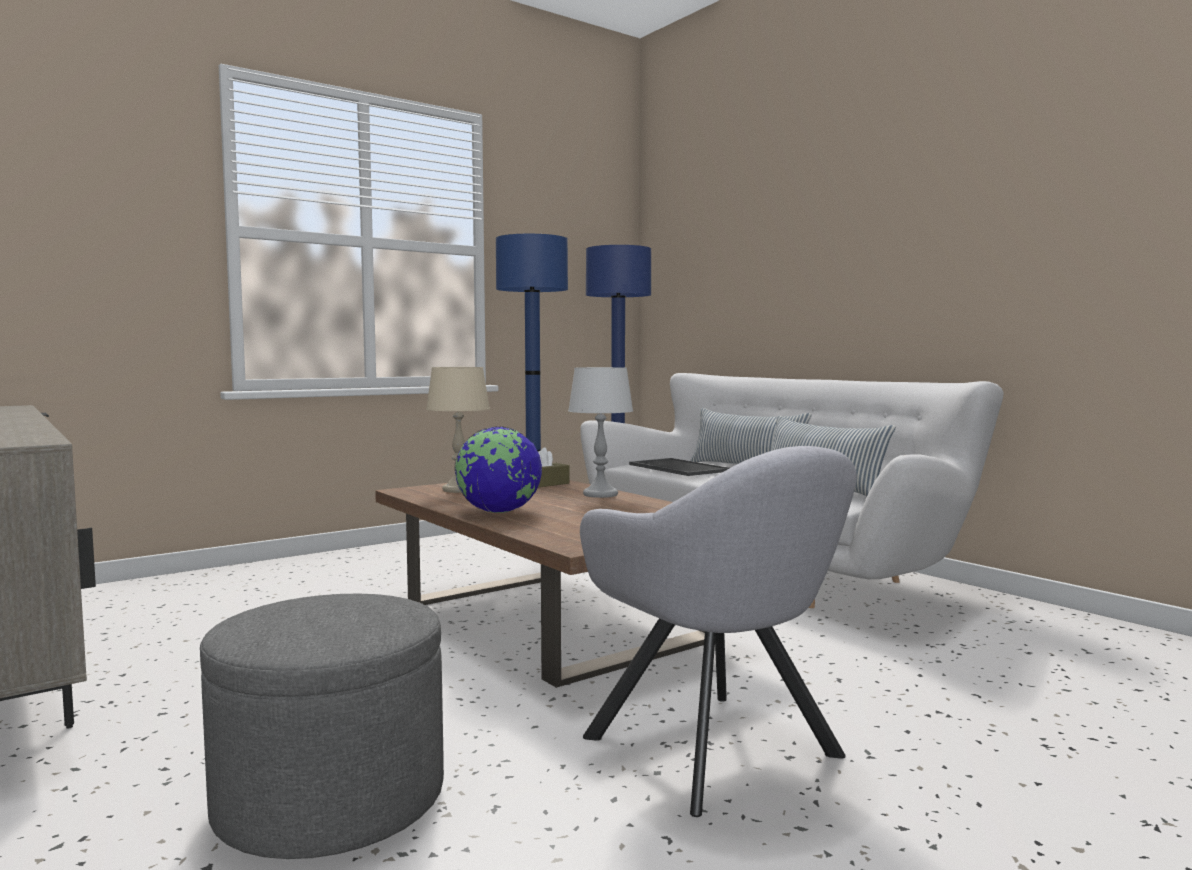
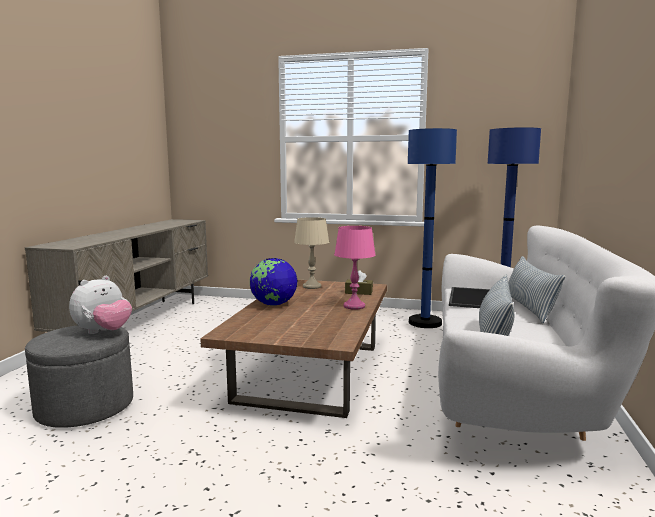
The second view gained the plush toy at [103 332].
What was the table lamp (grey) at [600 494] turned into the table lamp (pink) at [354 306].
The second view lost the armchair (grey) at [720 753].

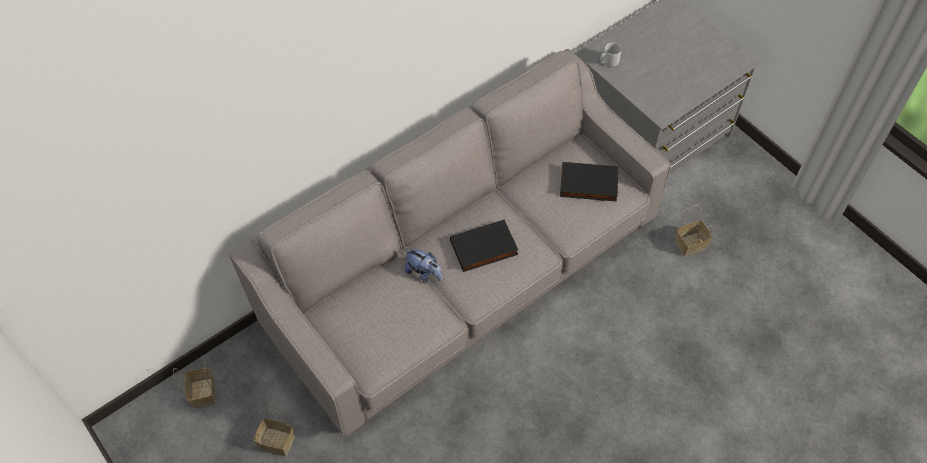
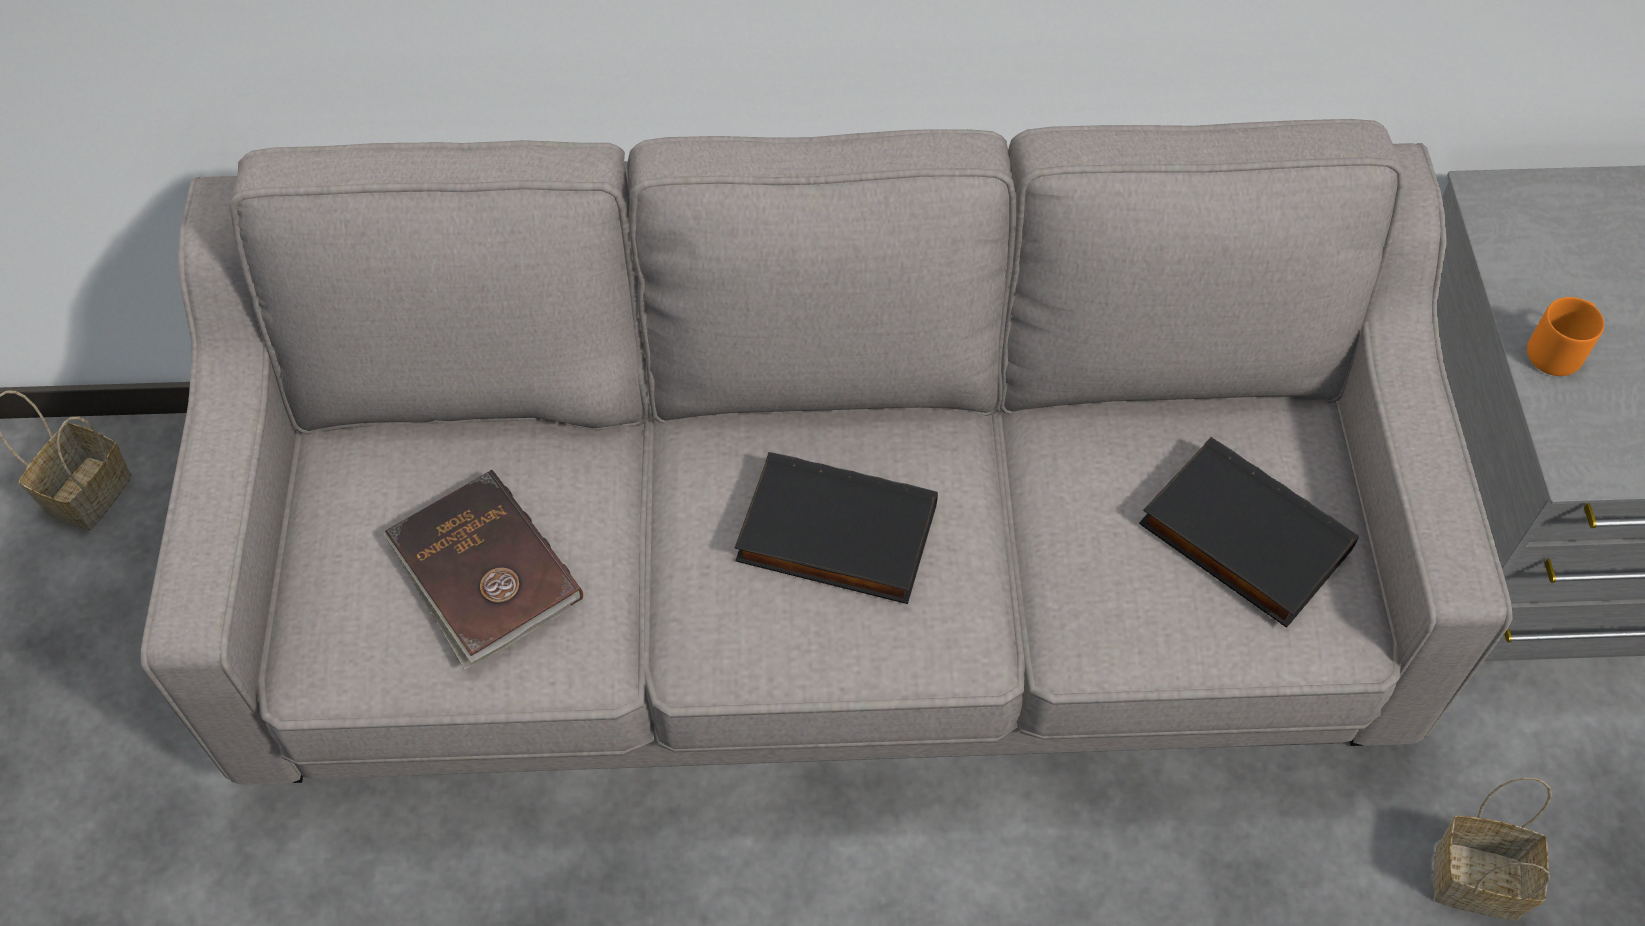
The second view gained the book (brown) at [483 573].
The second view gained the mug (orange) at [1557 350].
The second view lost the basket at [275 442].
The second view lost the plush toy at [424 273].
The second view lost the mug (grey) at [608 61].

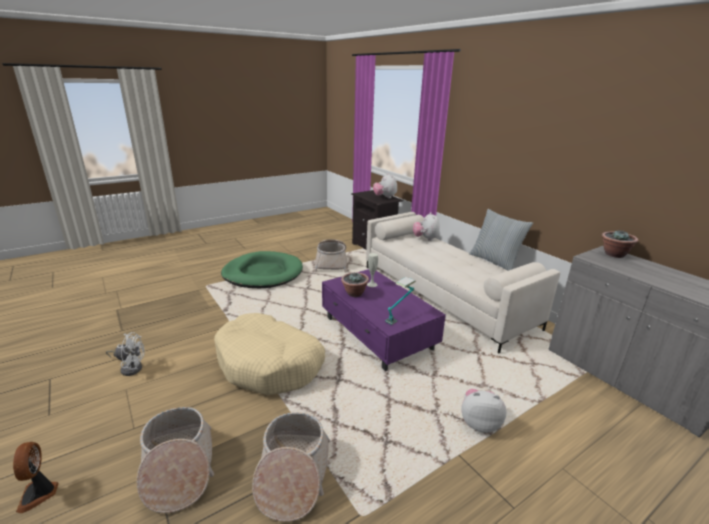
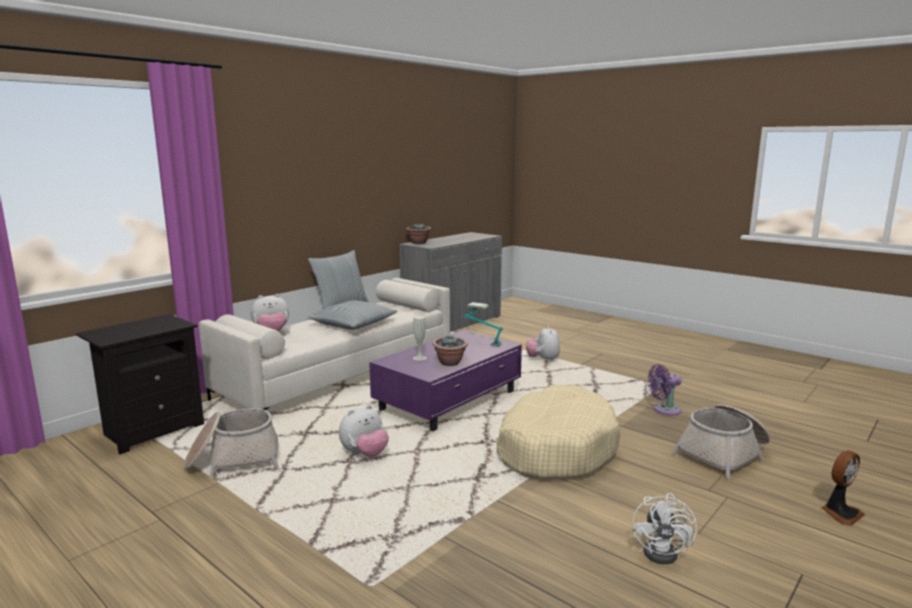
The second view gained the pillow at [353 324].
The plush toy ended up elsewhere, having gone from [385 197] to [365 454].
The fan (white) at [130 367] ended up facing another way, 150 degrees counterclockwise from before.
Where the basket stood at [292 475], the fan (purple) came to stand at [664 410].
The second view lost the dog bed (green) at [263 273].

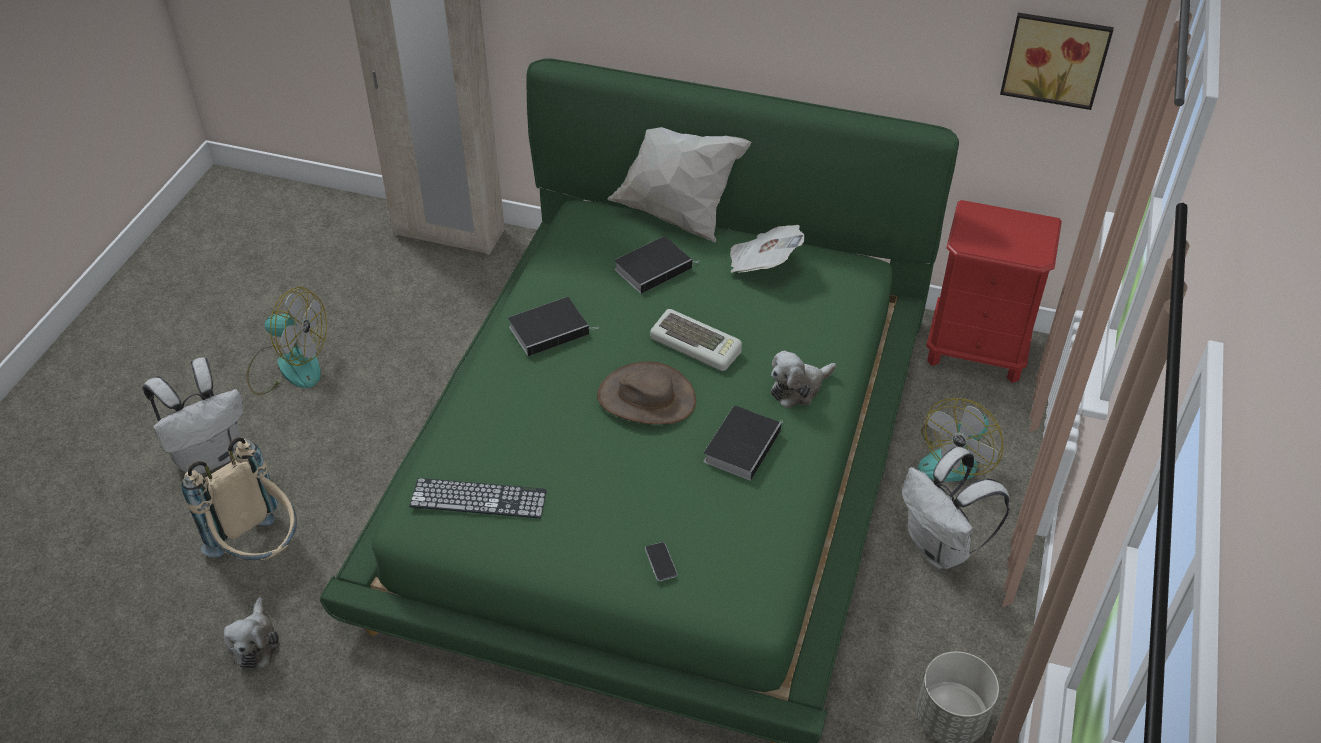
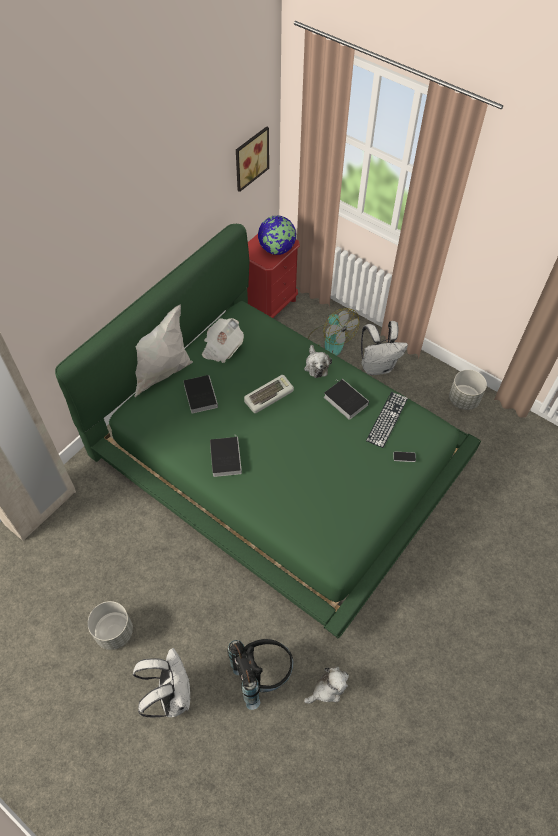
Where the fan stood at [288 366], the planter (grey) came to stand at [114 632].
What was the backpack (beige) at [261 550] turned into the backpack (black) at [262 675].
The second view gained the globe at [277 249].
The plush toy at [255 642] ended up facing another way, 45 degrees counterclockwise from before.
The keyboard ended up elsewhere, having gone from [478 498] to [387 419].
The second view lost the hat (brown) at [646 398].

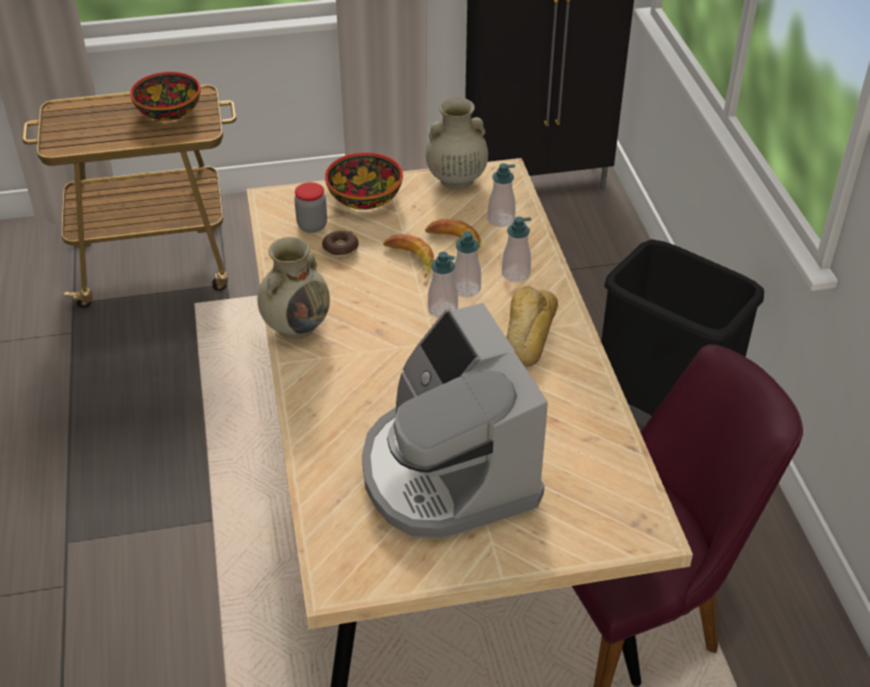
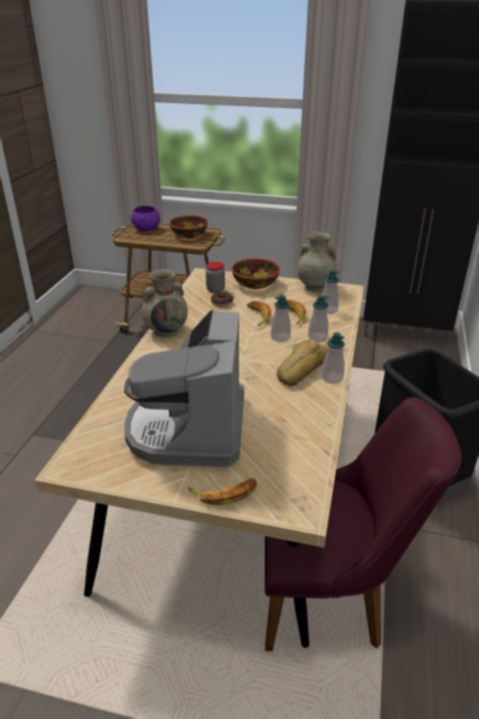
The second view gained the bowl (purple) at [146 229].
The second view gained the banana at [225 493].
The soap dispenser ended up elsewhere, having gone from [442 309] to [332 378].

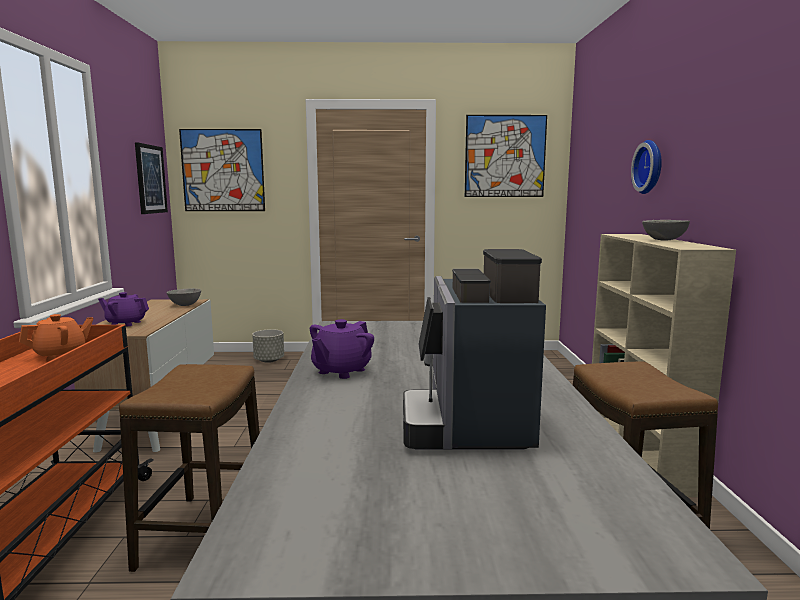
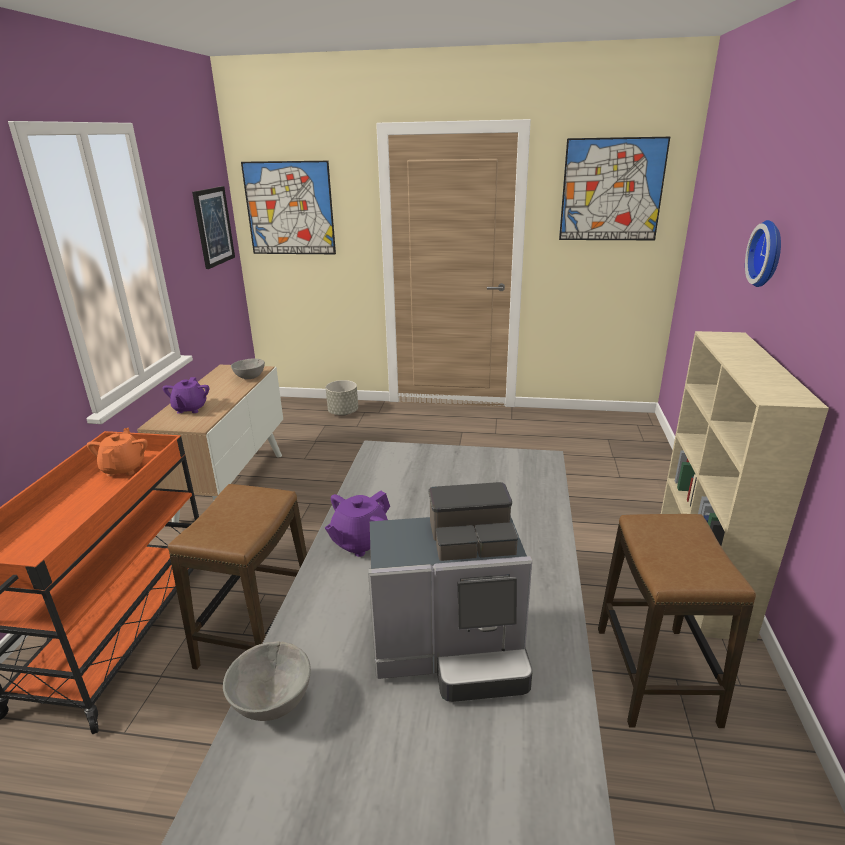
The teapot (orange) at [60 354] ended up facing another way, 60 degrees counterclockwise from before.
The teapot (purple) at [125 323] ended up facing another way, 105 degrees counterclockwise from before.
The bowl (grey) ended up elsewhere, having gone from [663 240] to [271 702].
The coffee machine at [469 423] ended up facing another way, 105 degrees counterclockwise from before.

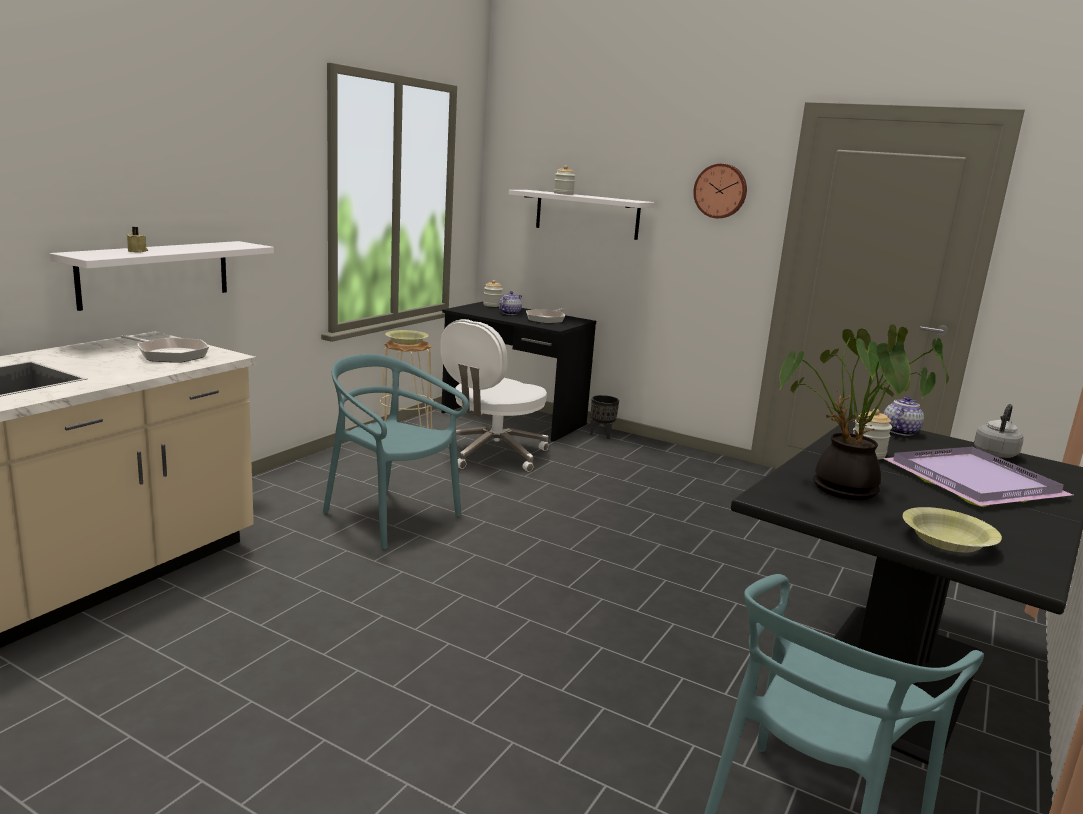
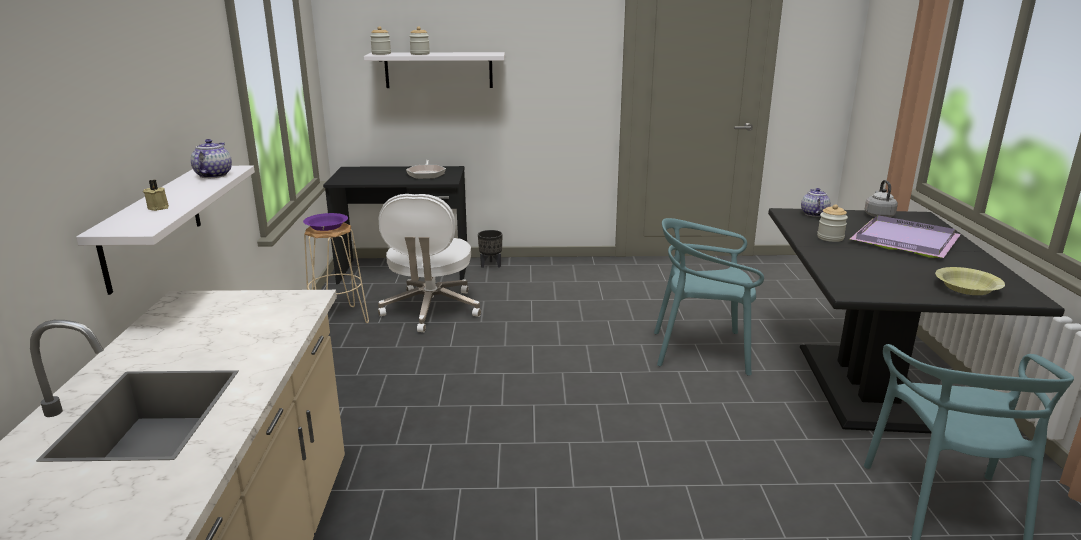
The teapot ended up elsewhere, having gone from [509 313] to [213 175].
What was the bowl (yellow) at [406 342] turned into the bowl (purple) at [326 227].
The jar ended up elsewhere, having gone from [492 305] to [381 54].
The chair (turquoise) ended up elsewhere, having gone from [390 517] to [701 351].
The second view lost the frying pan at [169 354].
The second view lost the wall clock at [720 191].
The second view lost the potted plant at [840 490].

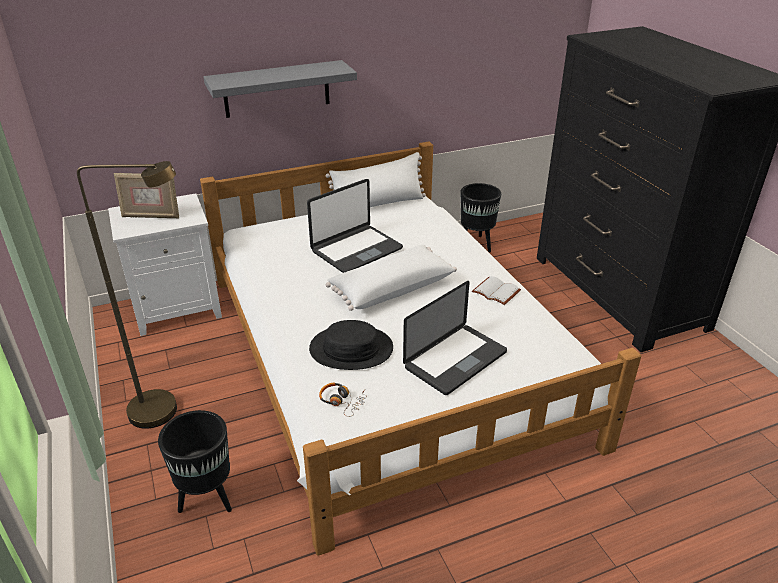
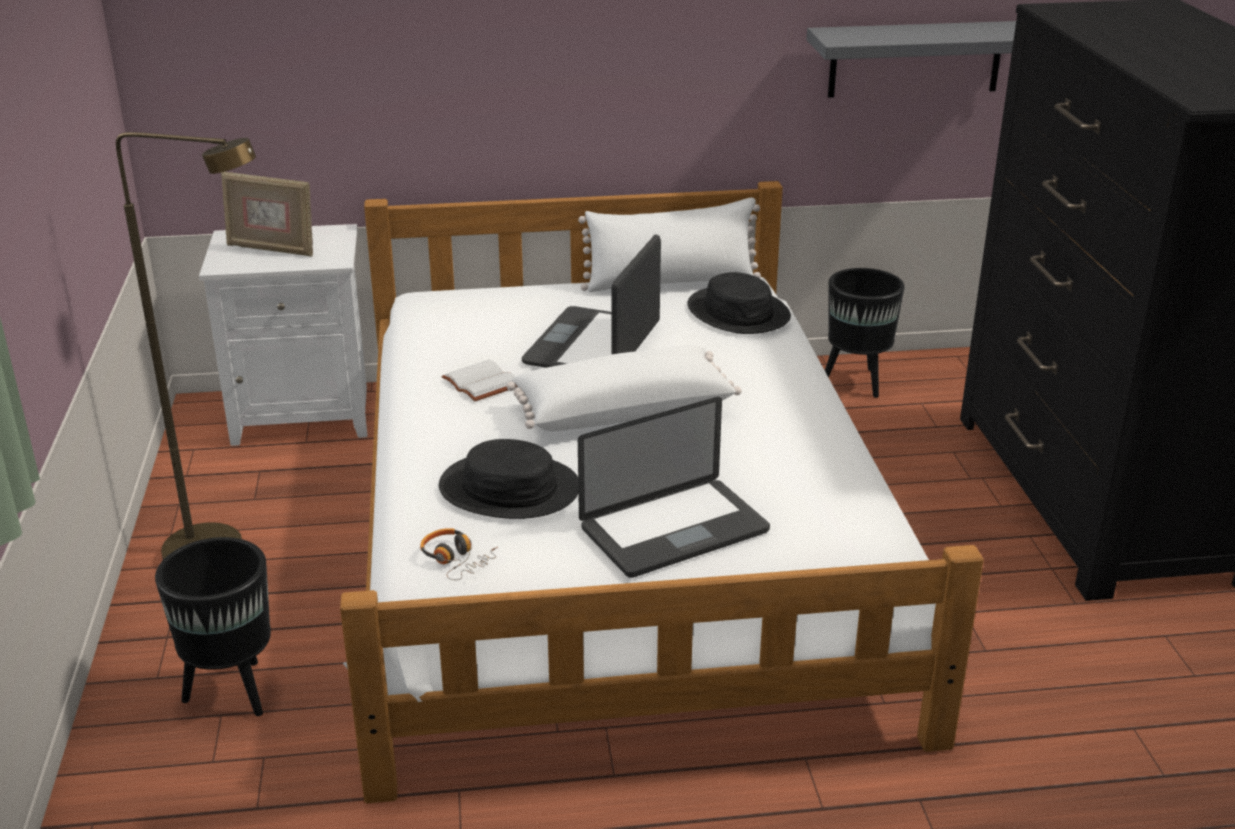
The book (white) ended up elsewhere, having gone from [495 292] to [479 383].
The laptop at [356 249] ended up facing another way, 135 degrees clockwise from before.
The second view gained the hat (black) at [738 312].
The shelf (grey) ended up elsewhere, having gone from [276 89] to [915 59].

